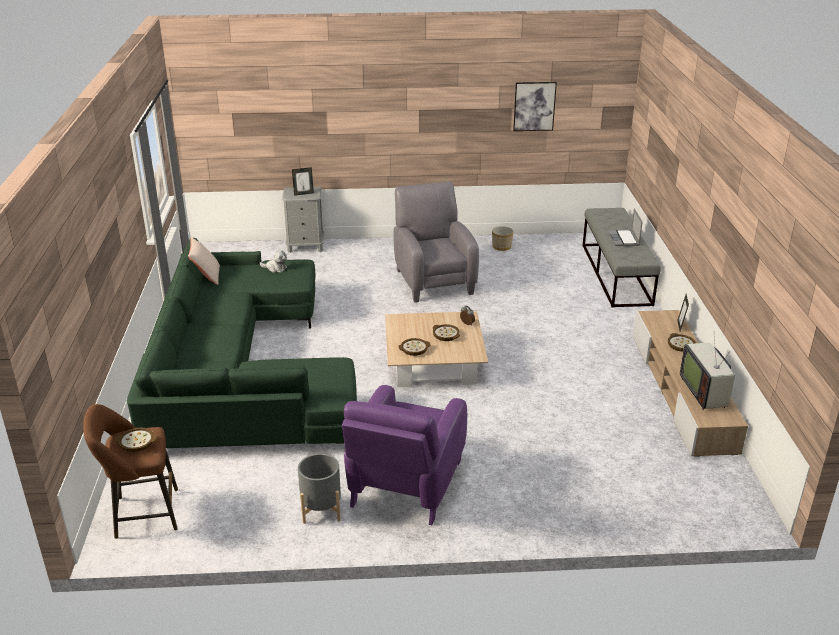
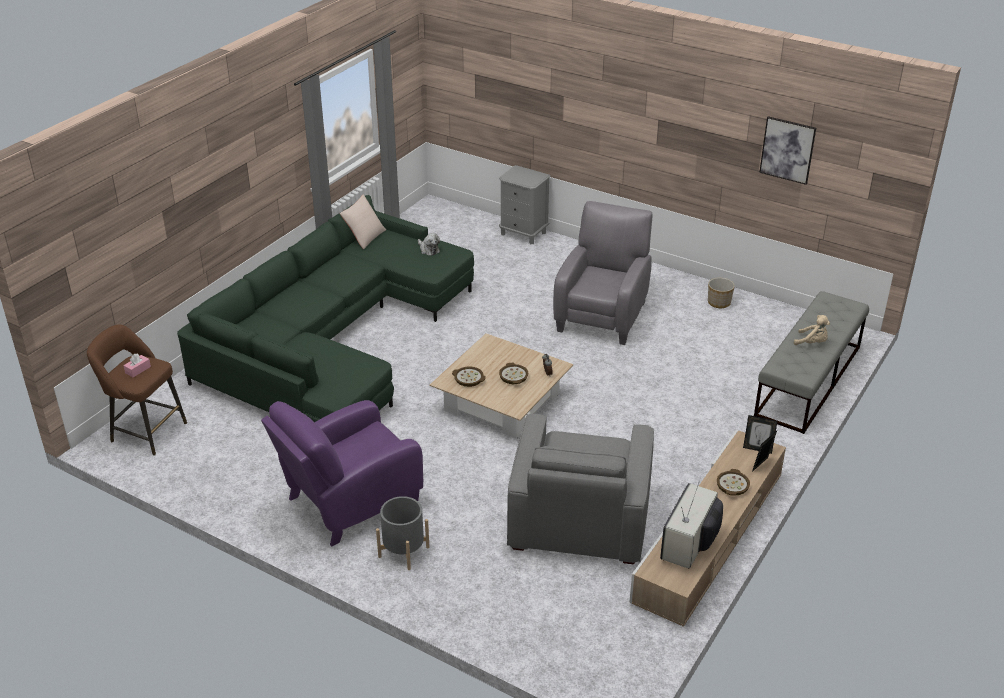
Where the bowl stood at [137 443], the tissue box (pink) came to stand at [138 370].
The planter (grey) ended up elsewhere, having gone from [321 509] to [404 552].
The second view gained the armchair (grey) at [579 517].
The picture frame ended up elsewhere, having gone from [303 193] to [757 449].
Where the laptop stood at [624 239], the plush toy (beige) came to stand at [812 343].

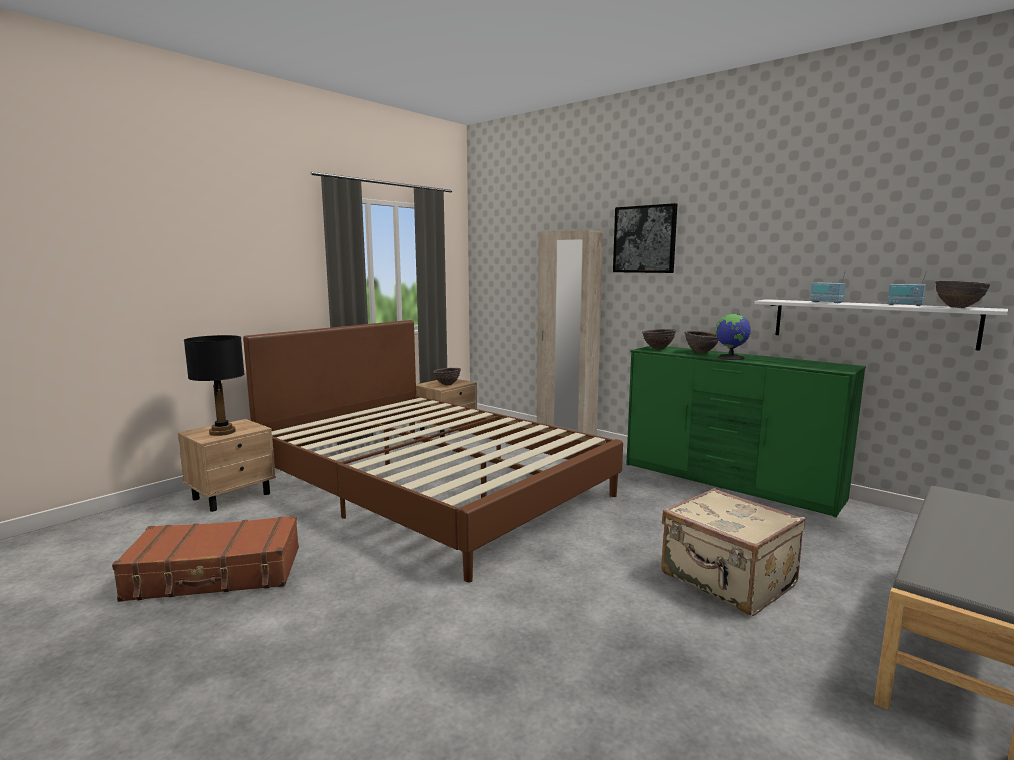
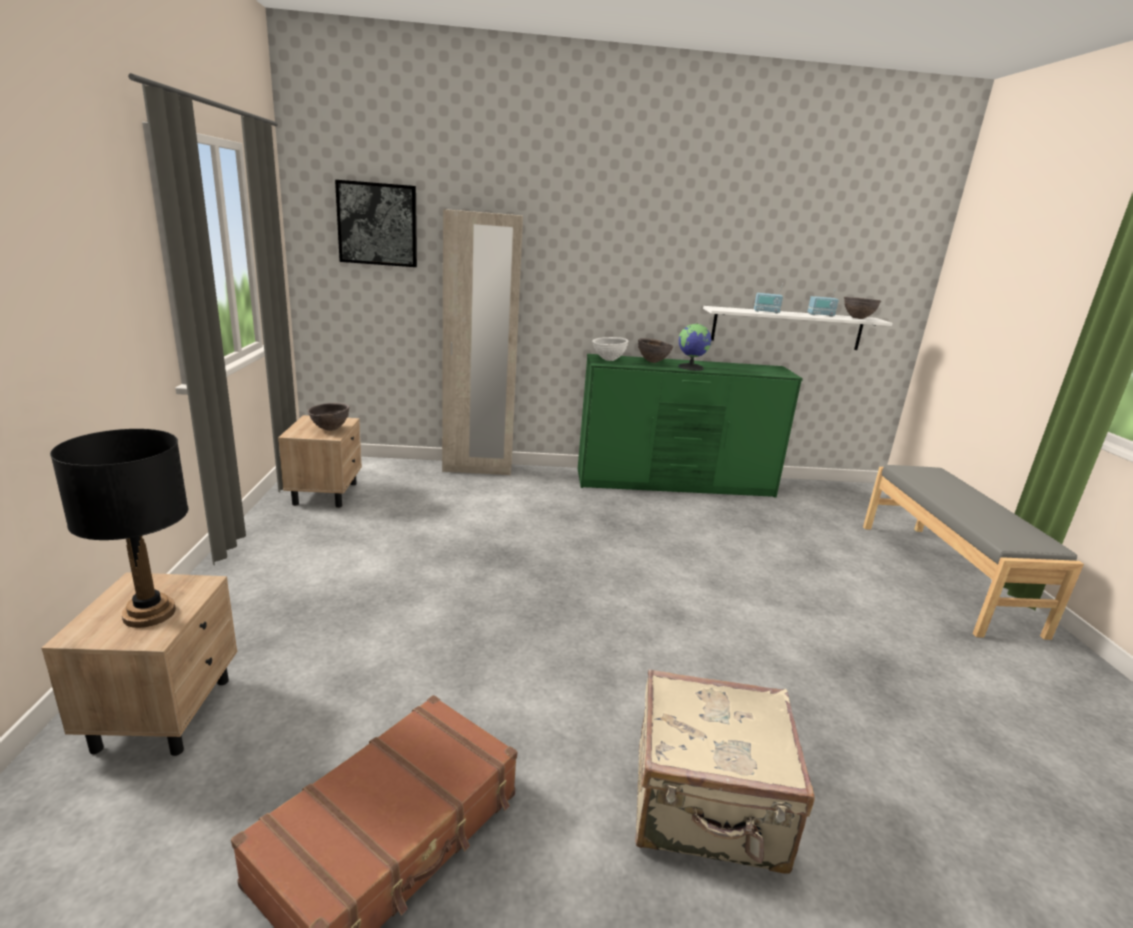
The picture ended up elsewhere, having gone from [644 239] to [377 224].
What was the bowl (brown) at [658 349] turned into the bowl (white) at [608 360].
The suitcase (beige) ended up elsewhere, having gone from [727 581] to [707 808].
The second view lost the bed (brown) at [432 486].

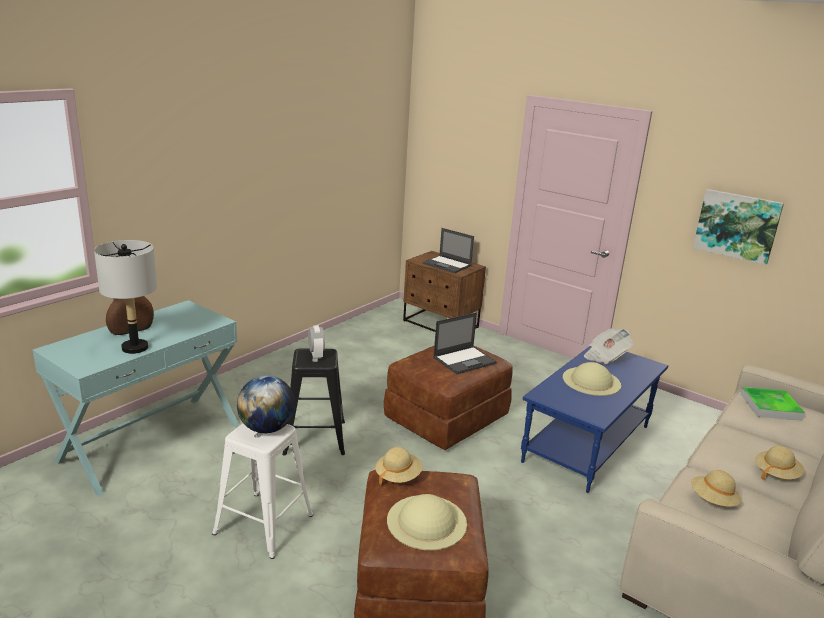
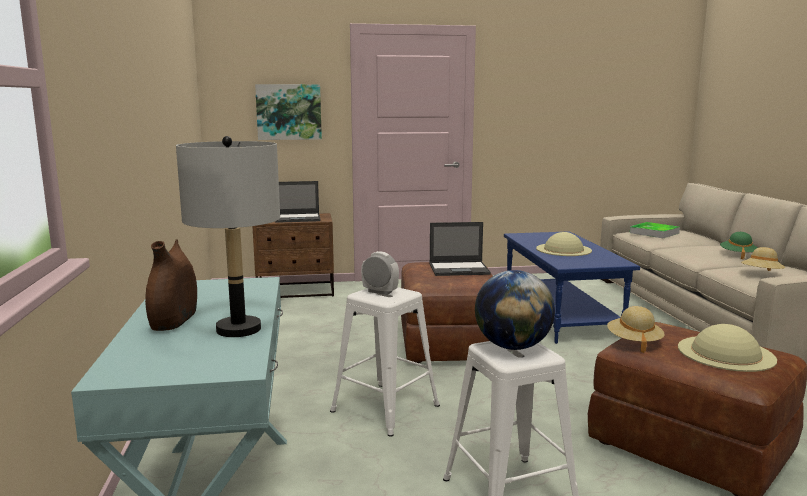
The picture ended up elsewhere, having gone from [737 225] to [289 112].
What was the stool (black) at [314 437] turned into the stool (white) at [383 408].
The laptop at [465 360] ended up facing another way, 75 degrees clockwise from before.
What was the hat (beige) at [776 473] turned into the hat (green) at [737 255].
The second view lost the newspaper at [605 356].

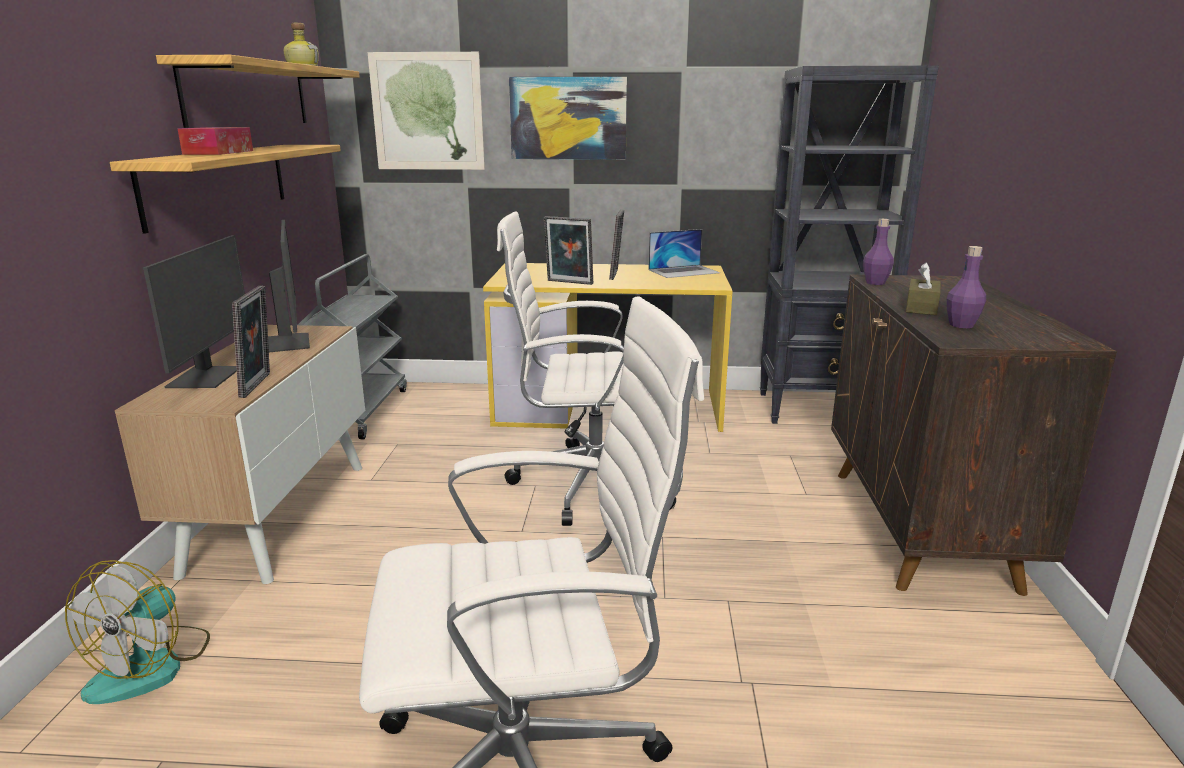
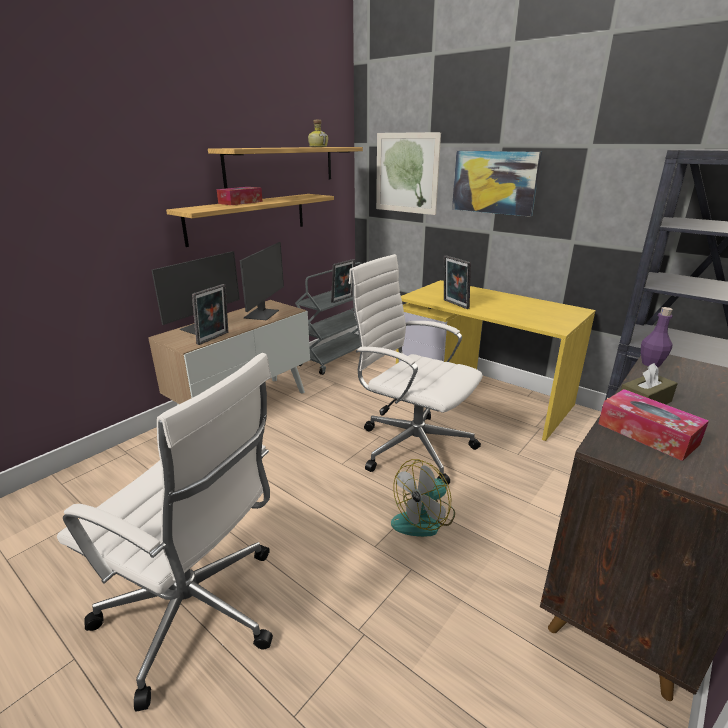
The picture frame ended up elsewhere, having gone from [616 275] to [343 299].
The fan ended up elsewhere, having gone from [151 665] to [424 519].
Where the bottle (purple) stood at [961 325], the tissue box came to stand at [647 434].
The second view lost the laptop at [684 271].

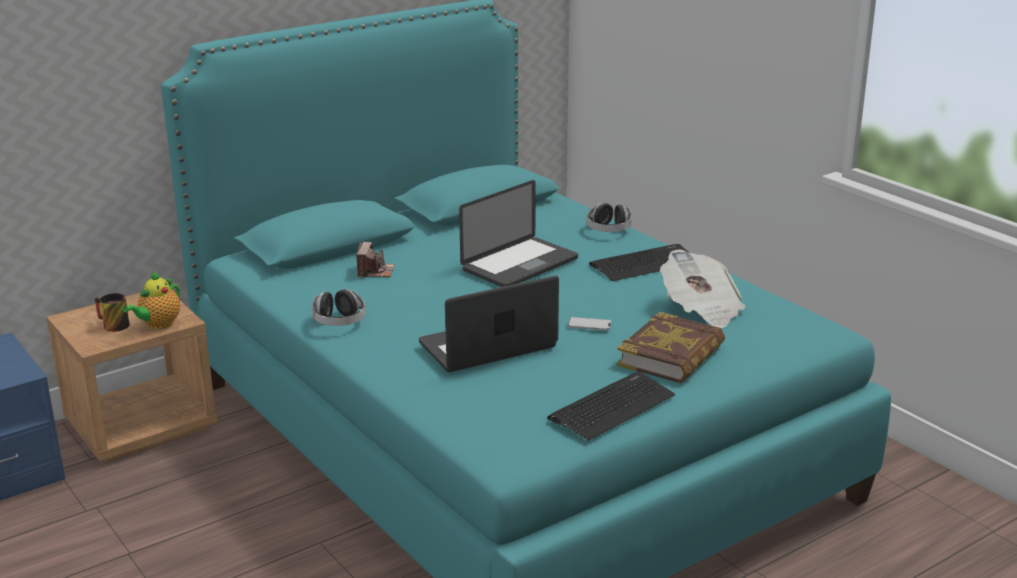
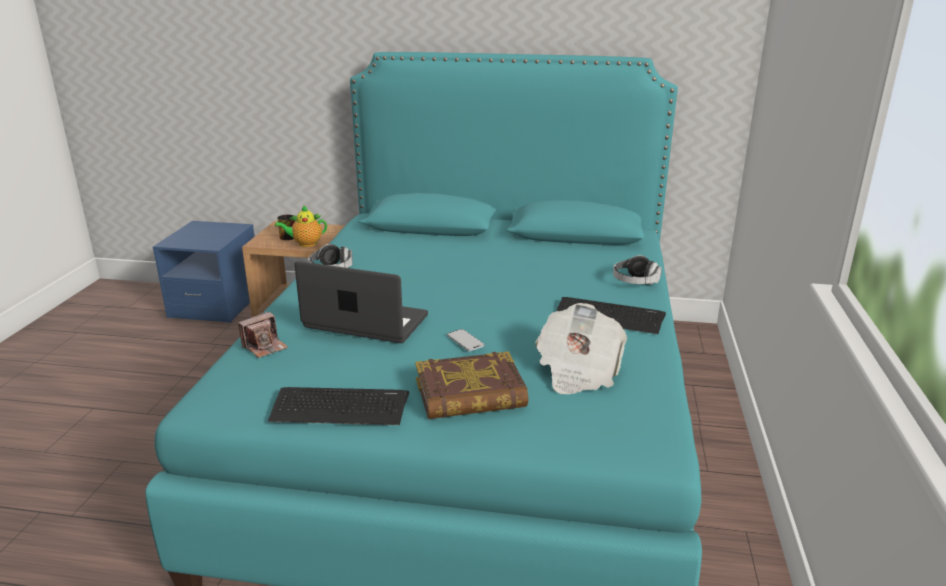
The photo camera ended up elsewhere, having gone from [375 271] to [265 347].
The second view lost the laptop at [520 264].

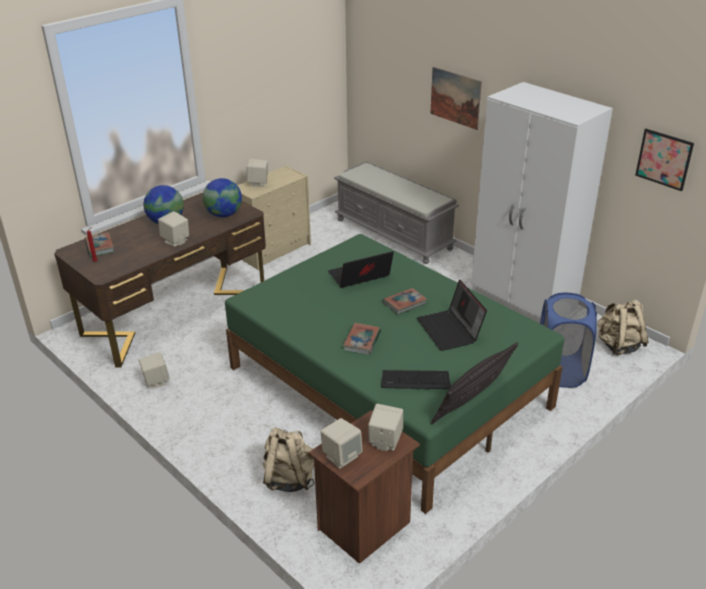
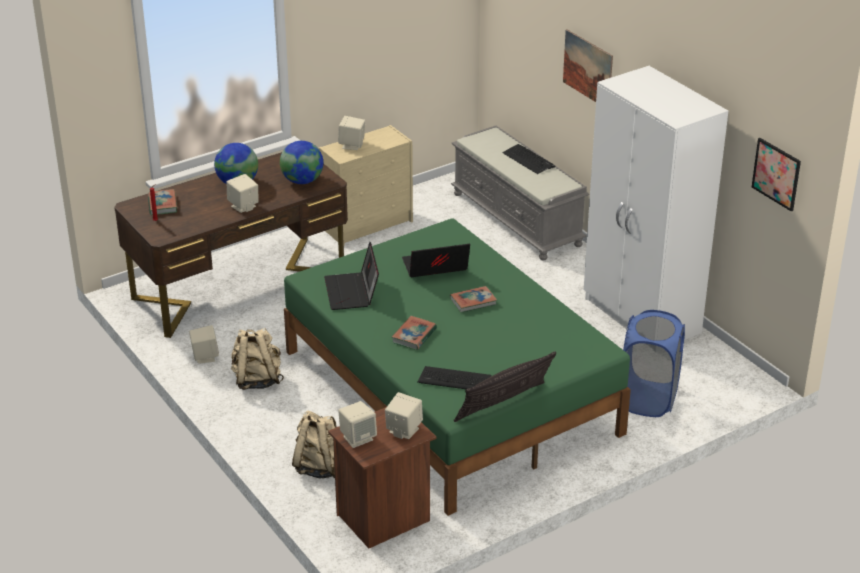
The backpack (beige) ended up elsewhere, having gone from [618 345] to [257 380].
The laptop ended up elsewhere, having gone from [450 330] to [352 292].
The second view gained the keyboard at [528 160].

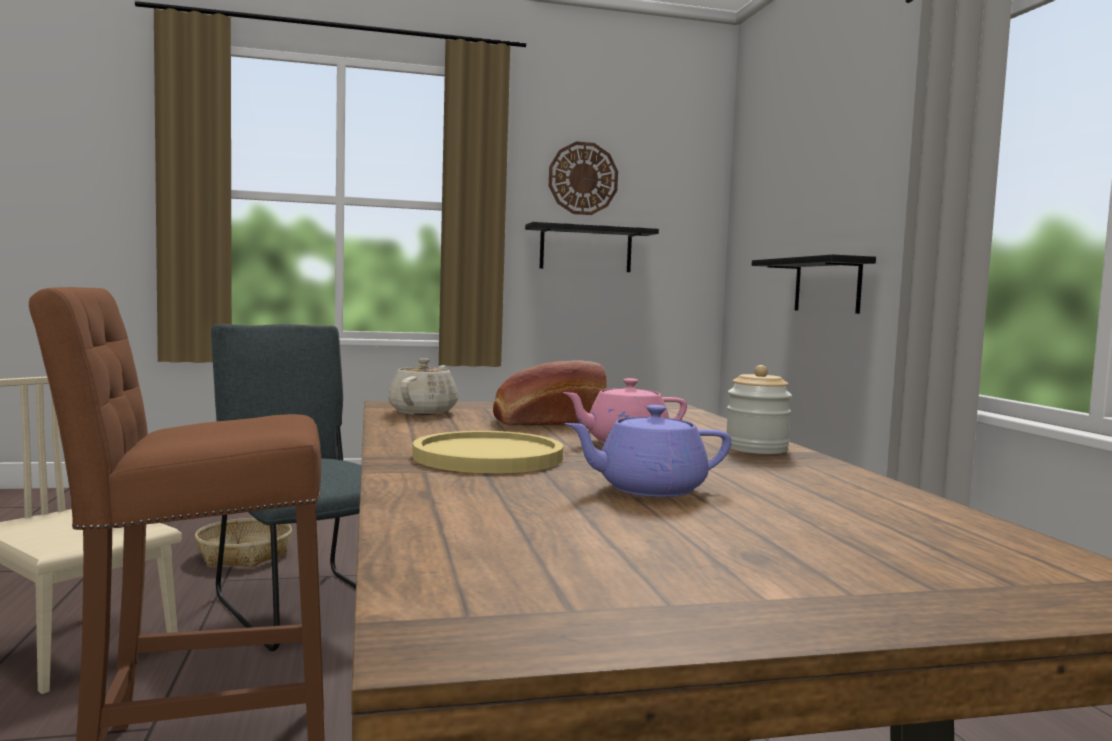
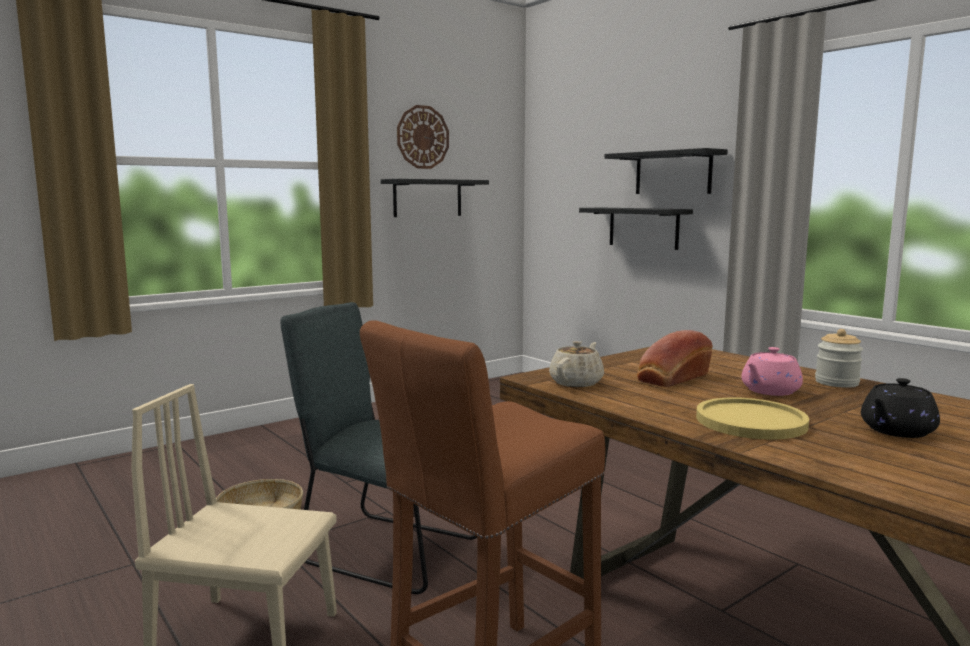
The teapot (beige) at [424 412] ended up facing another way, 45 degrees clockwise from before.
The second view gained the shelf (black) at [673 173].
What was the teapot (purple) at [648 489] turned into the teapot (black) at [896 431].

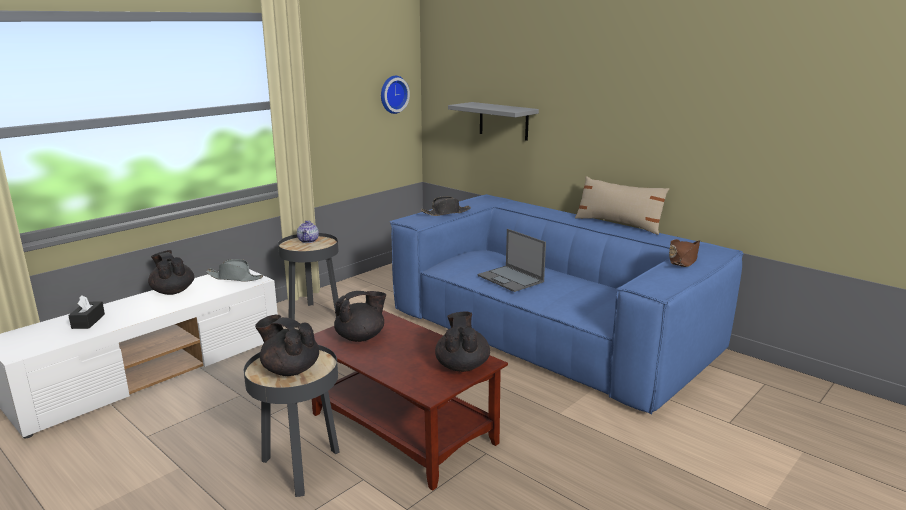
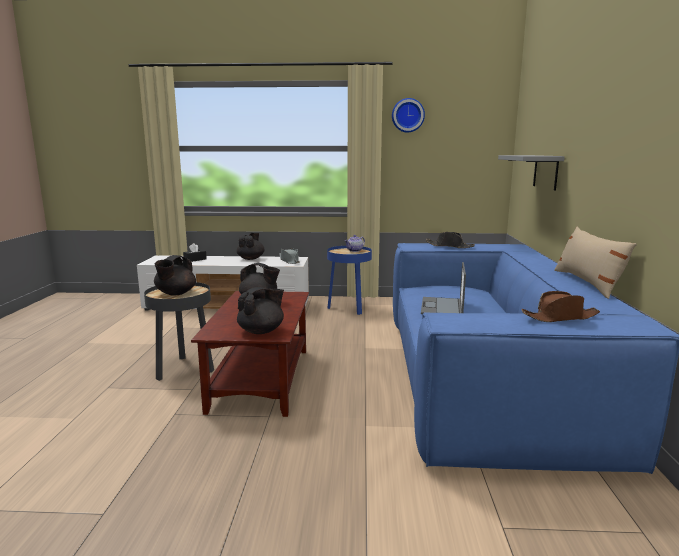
The teapot (black) at [290 370] ended up facing another way, 150 degrees counterclockwise from before.
What was the side table (black) at [314 315] turned into the side table (blue) at [349 308].
The wall clock ended up elsewhere, having gone from [392 94] to [407 115].

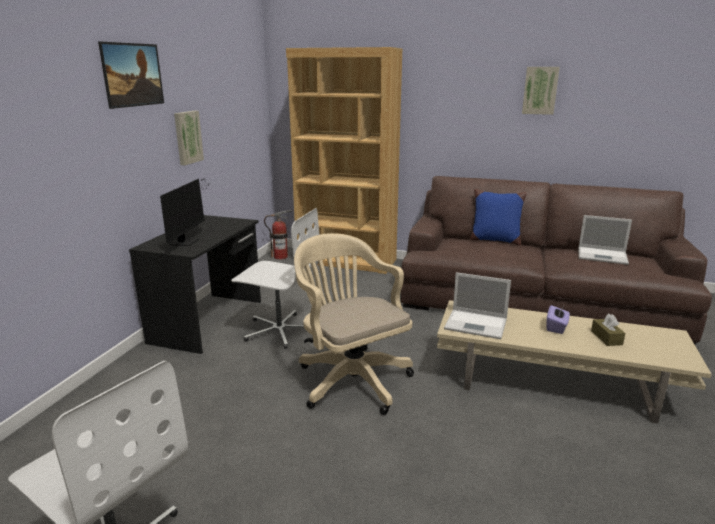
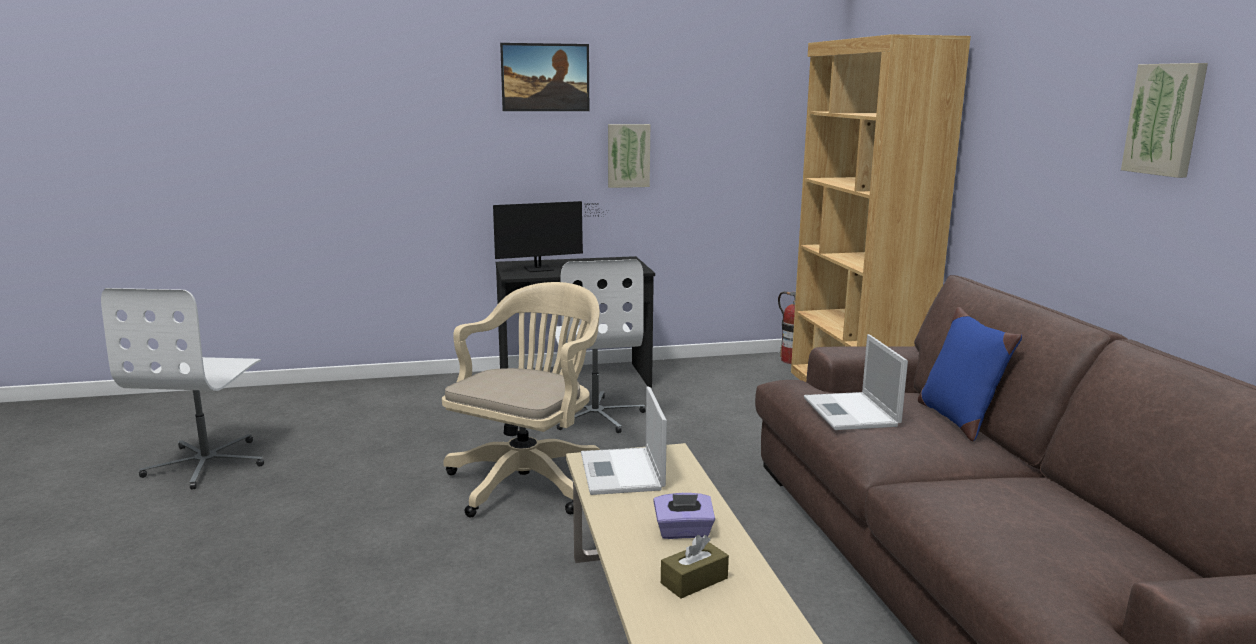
The laptop ended up elsewhere, having gone from [603 256] to [851 413].

